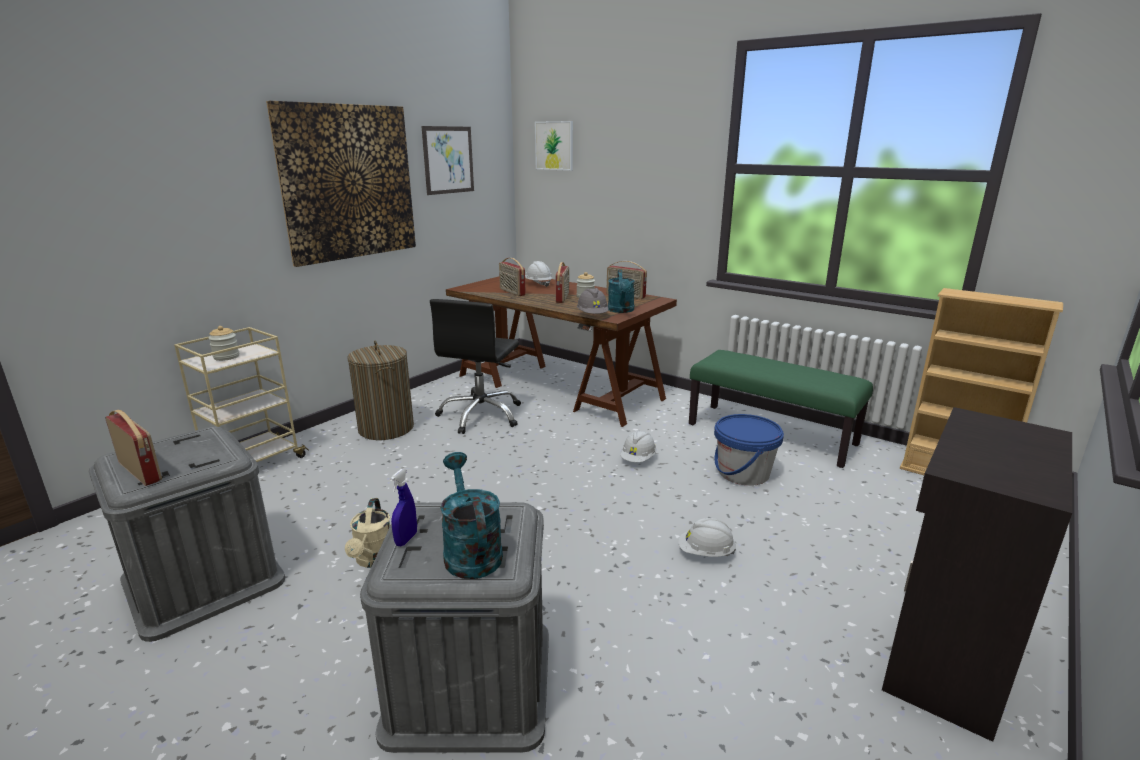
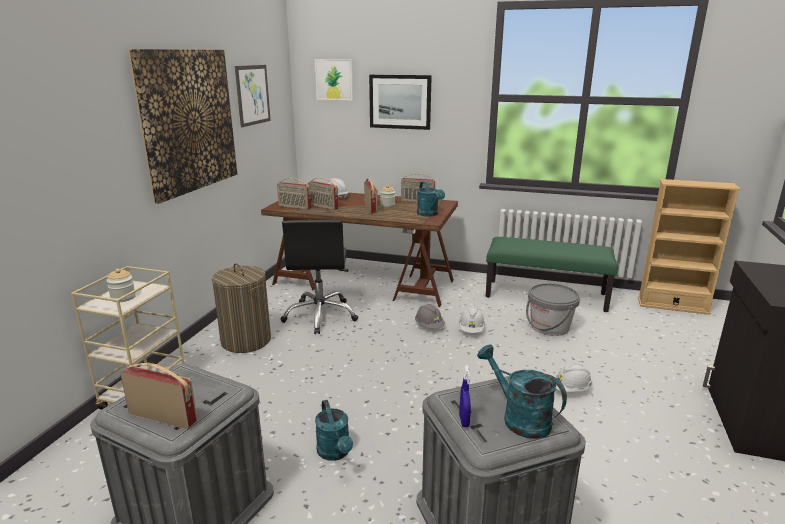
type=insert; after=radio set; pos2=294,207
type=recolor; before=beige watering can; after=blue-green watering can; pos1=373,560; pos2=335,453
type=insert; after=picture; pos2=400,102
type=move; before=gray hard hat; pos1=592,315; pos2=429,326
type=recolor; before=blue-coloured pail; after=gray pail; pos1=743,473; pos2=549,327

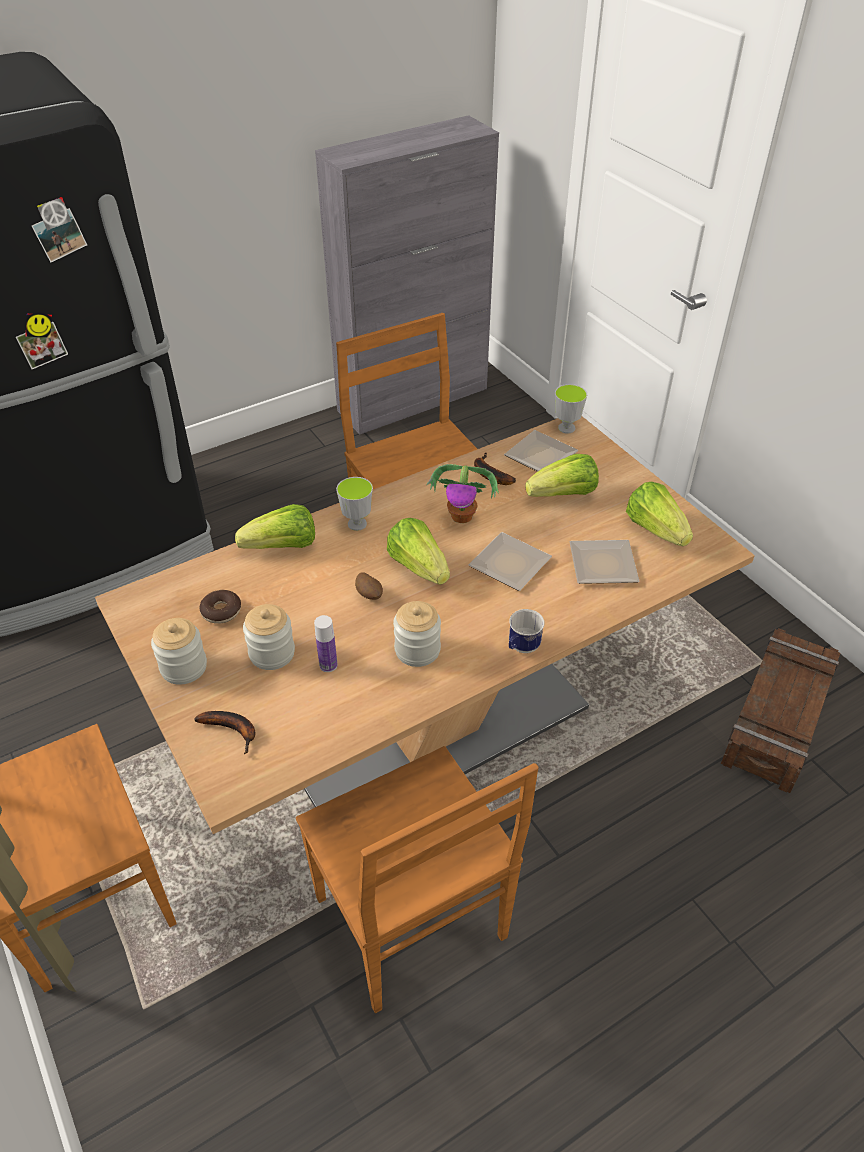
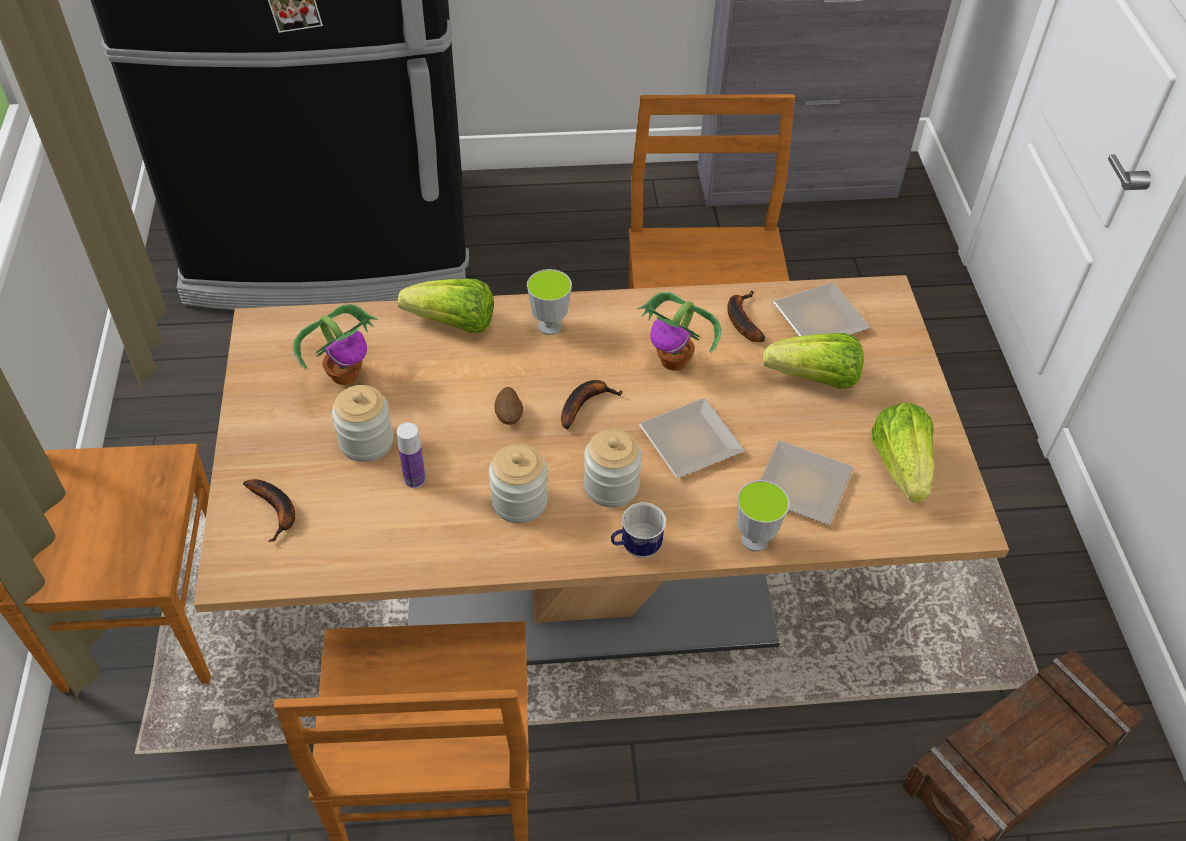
type=replace; before=donut; after=plant in a pot; pos1=221,611; pos2=345,374
type=replace; before=lettuce; after=whole banana; pos1=419,566; pos2=584,403
type=move; before=preserve jar; pos1=184,667; pos2=611,486
type=move; before=cup; pos1=566,428; pos2=754,540

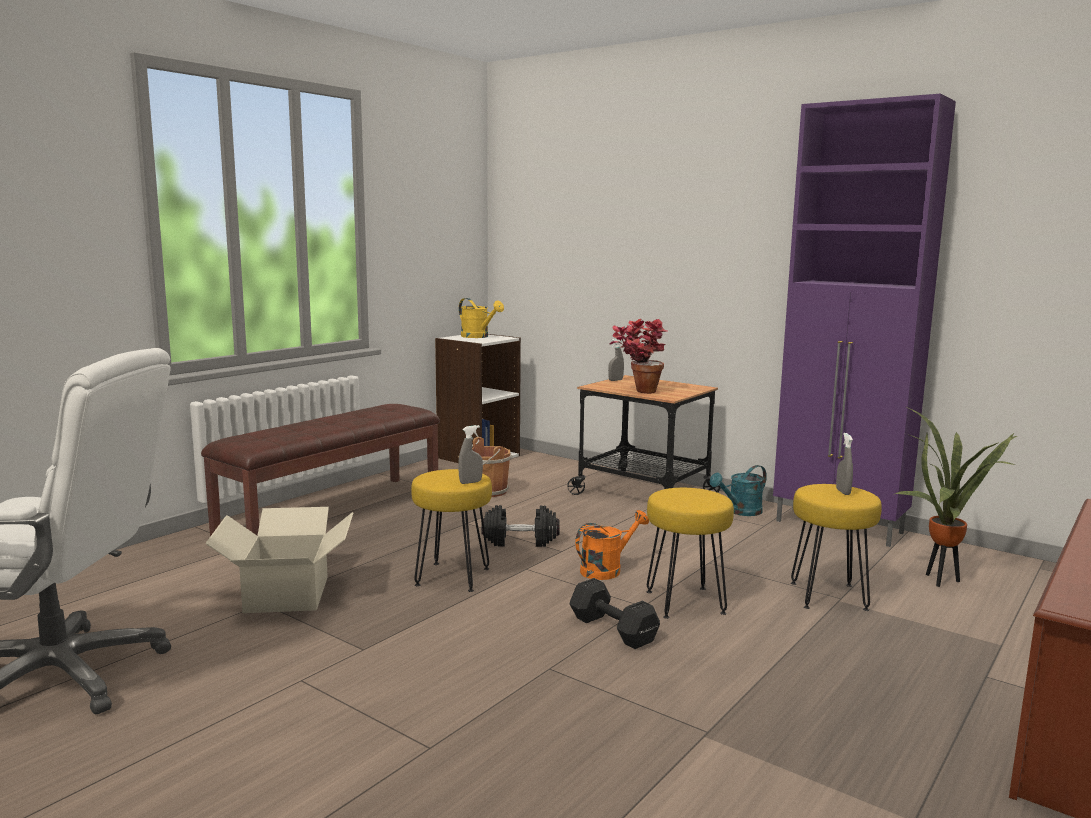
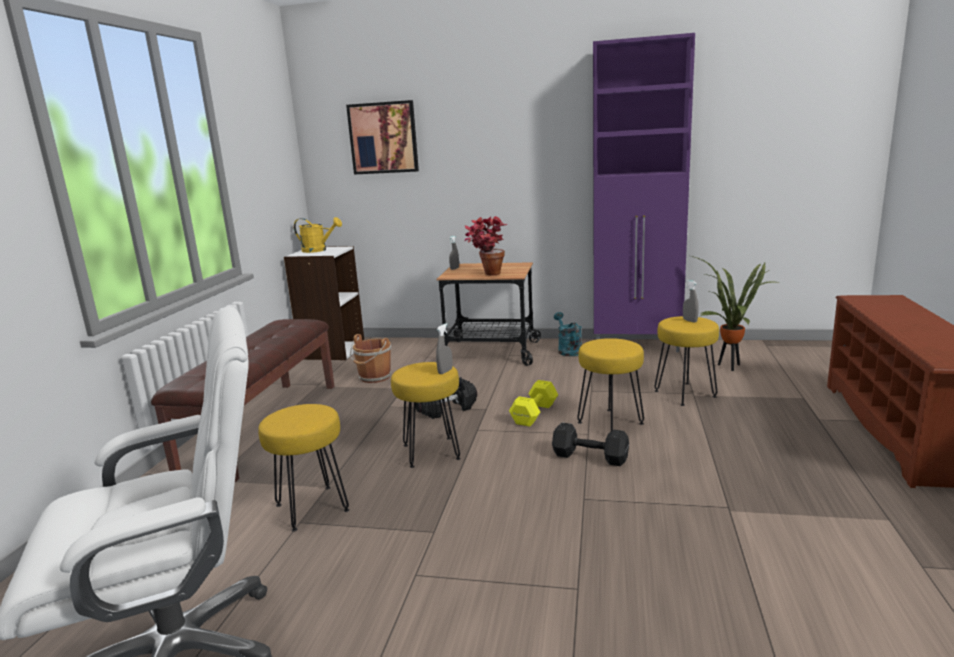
type=replace; before=cardboard box; after=yellow stool seat; pos1=288,594; pos2=312,507
type=insert; after=picture; pos2=383,138
type=replace; before=orangey watering can; after=yellow dumbbell; pos1=607,569; pos2=533,414
type=rotate; before=blue-green watering can; pos1=740,512; pos2=568,350; turn=135

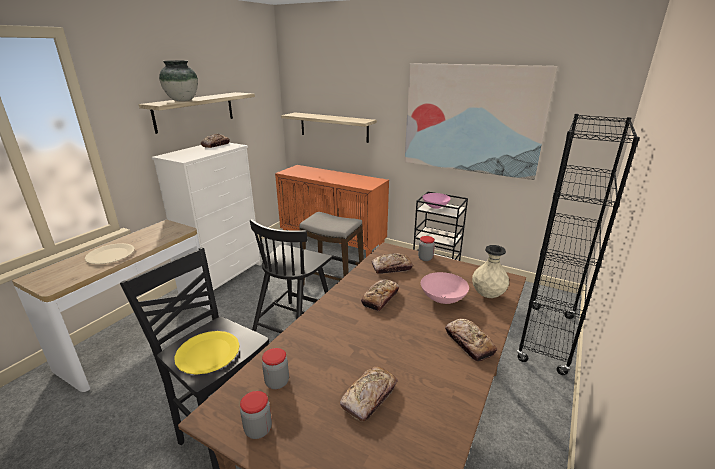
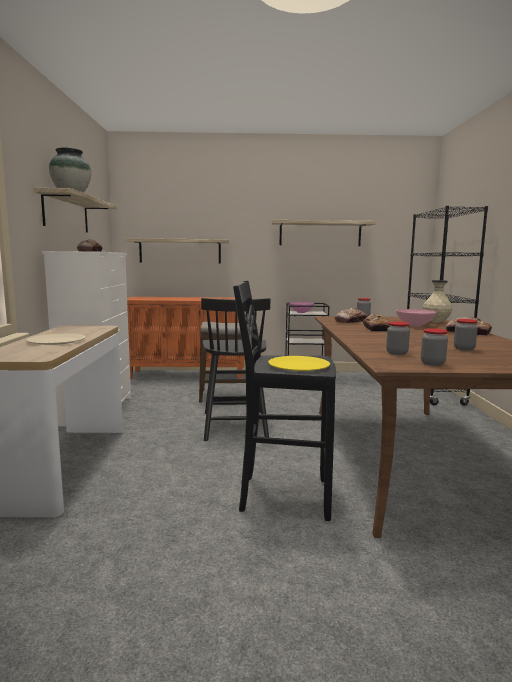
type=replace; before=picture; after=bracket shelf; pos1=471,119; pos2=320,234
type=replace; before=bread; after=preserve jar; pos1=369,397; pos2=464,349

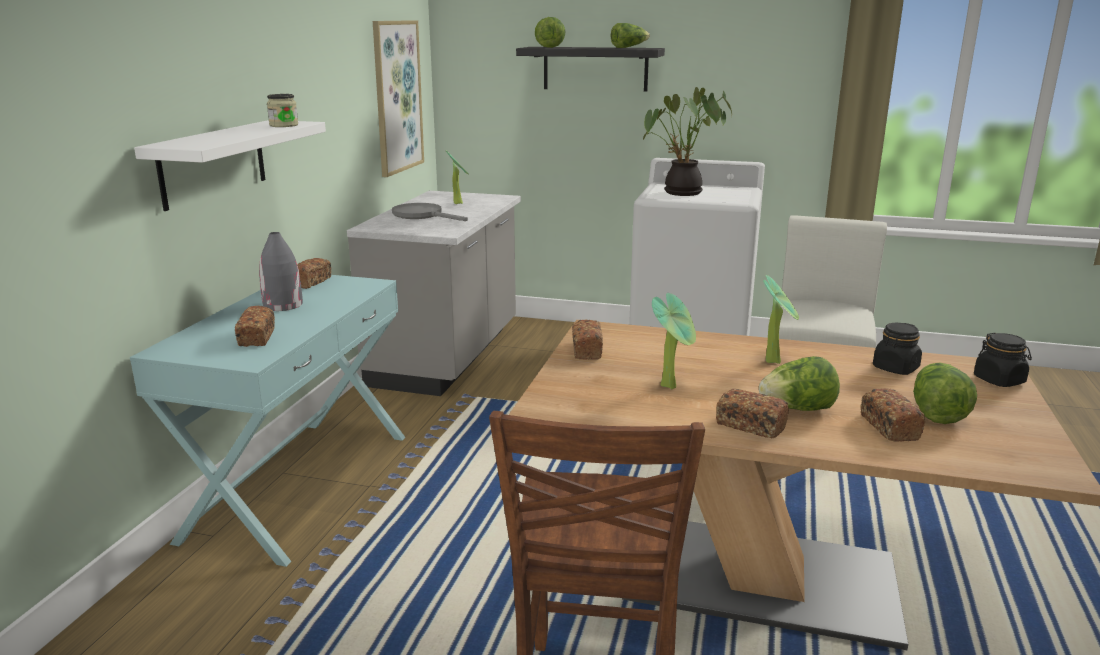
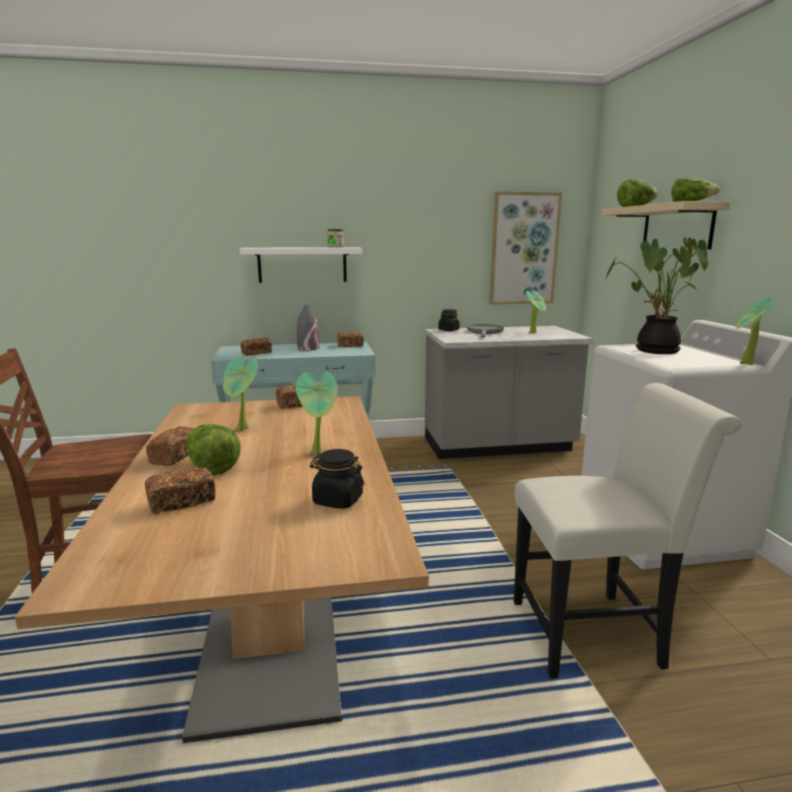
type=move; before=black-coloured preserve jar; pos1=999,380; pos2=448,330
type=recolor; before=black-coloured bracket shelf; after=beige bracket shelf; pos1=595,69; pos2=677,227
type=insert; after=plant in a pot; pos2=745,364
type=delete; before=lettuce; pos1=936,413

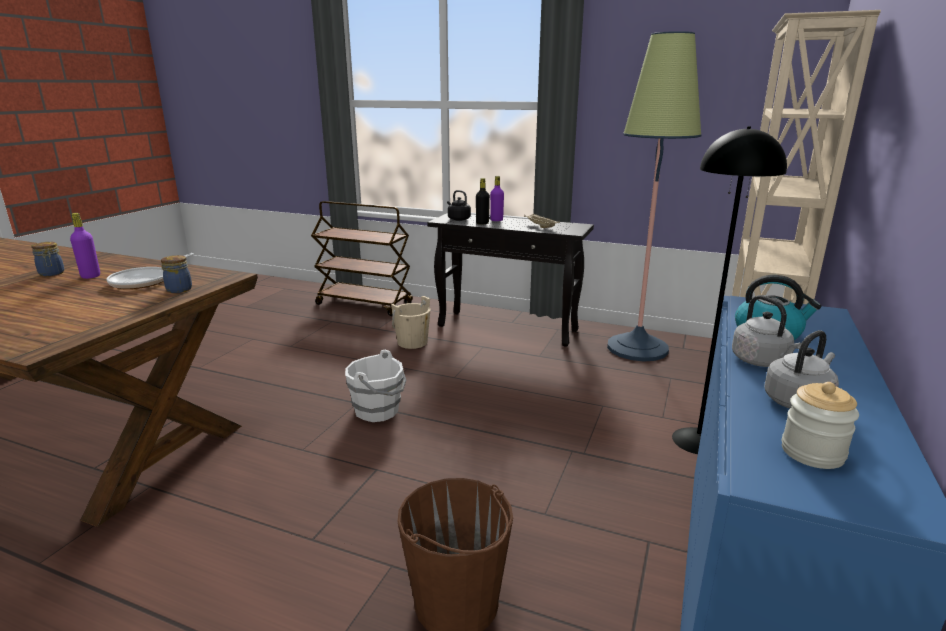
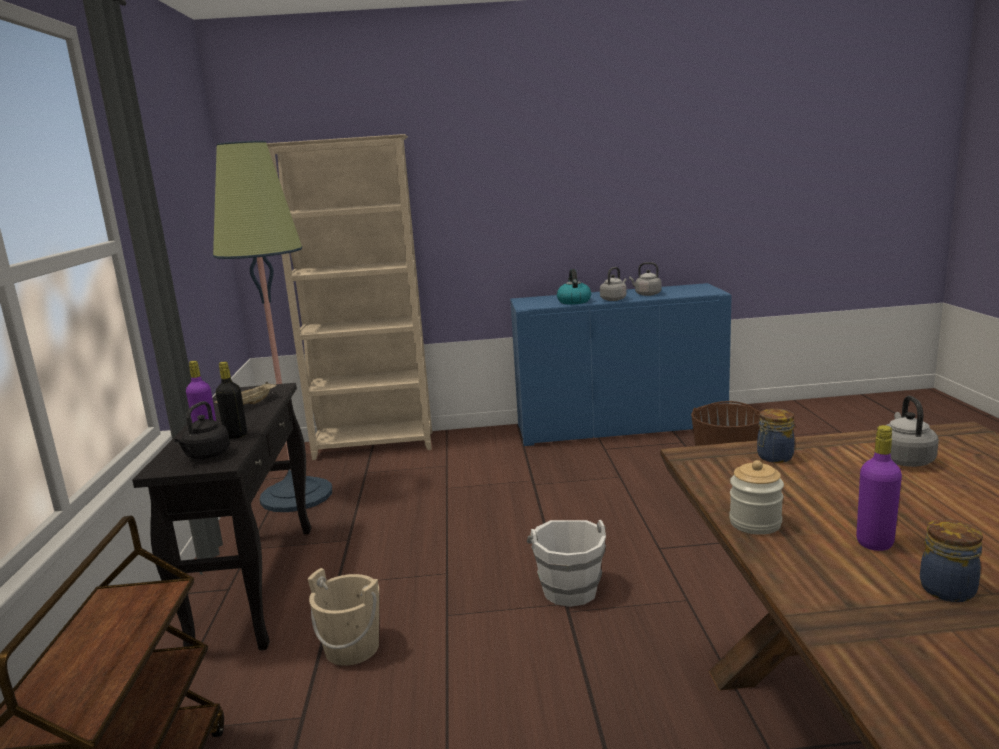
type=move; before=preserve jar; pos1=812,452; pos2=755,523
type=insert; after=gray kettle; pos2=904,459
type=delete; before=skillet; pos1=145,281
type=delete; before=black-coloured floor lamp; pos1=697,440

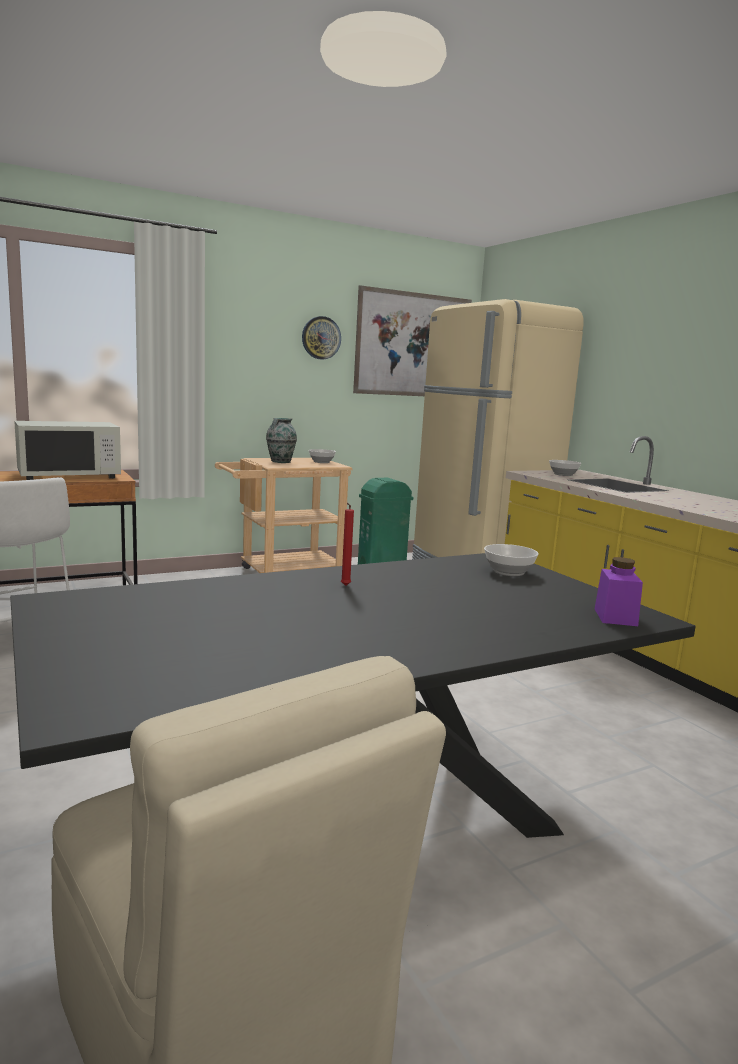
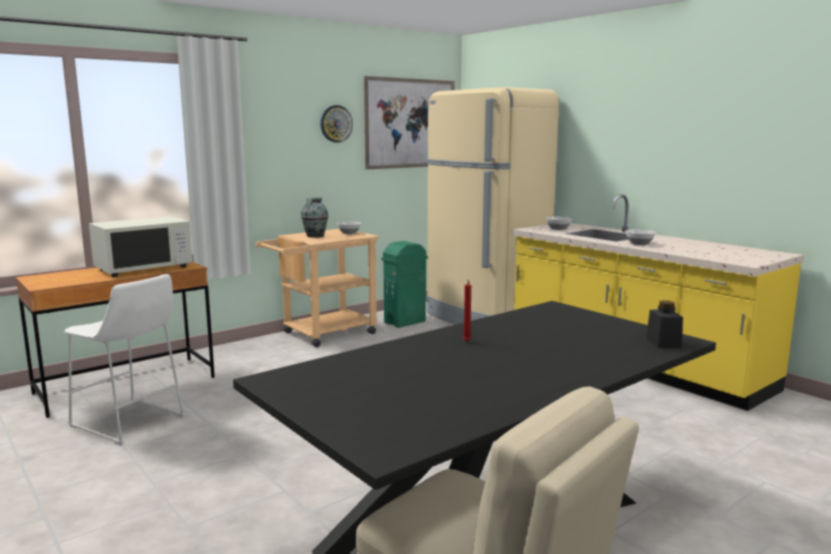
type=move; before=serving bowl; pos1=508,572; pos2=639,243
type=recolor; before=purple preserve jar; after=black-coloured preserve jar; pos1=615,617; pos2=663,343

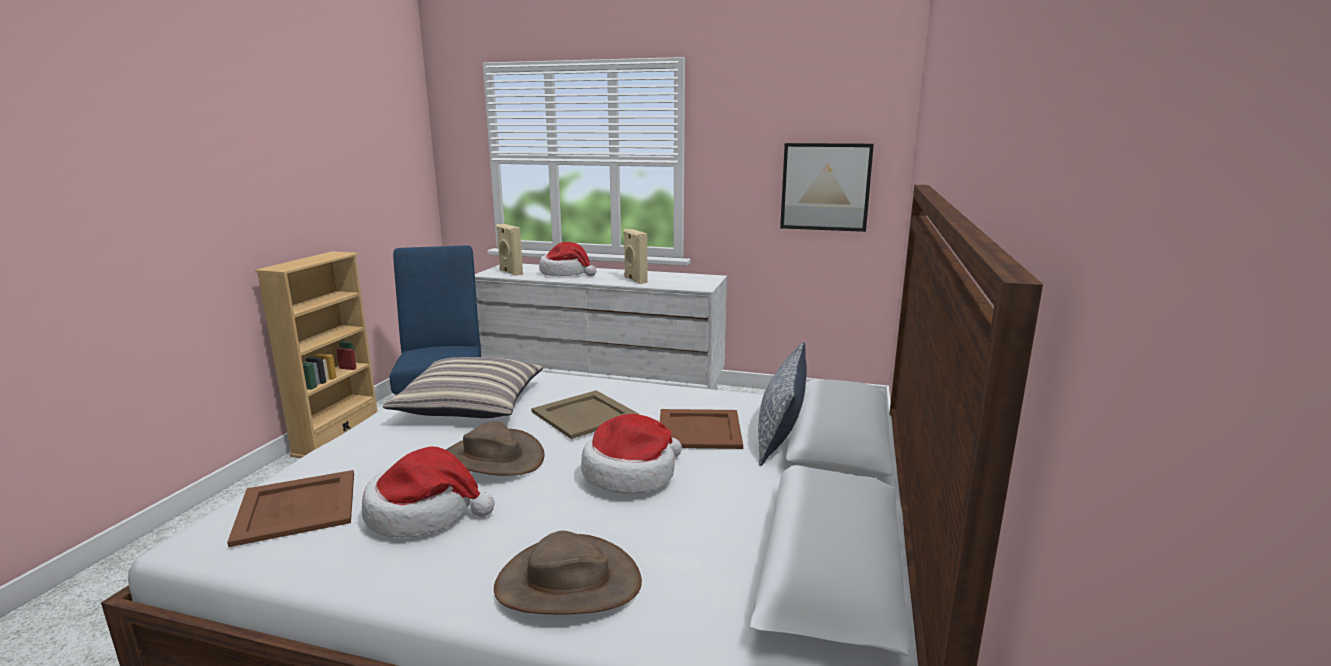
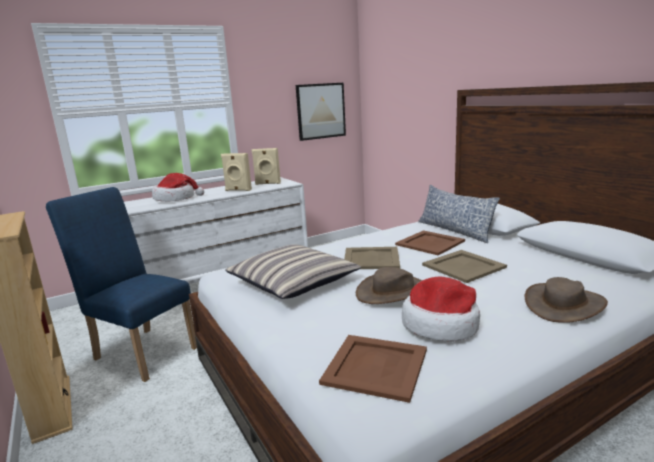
type=move; before=beige loudspeaker; pos1=510,272; pos2=268,183
type=replace; before=clothing hat; after=beige tray; pos1=631,473; pos2=462,266

